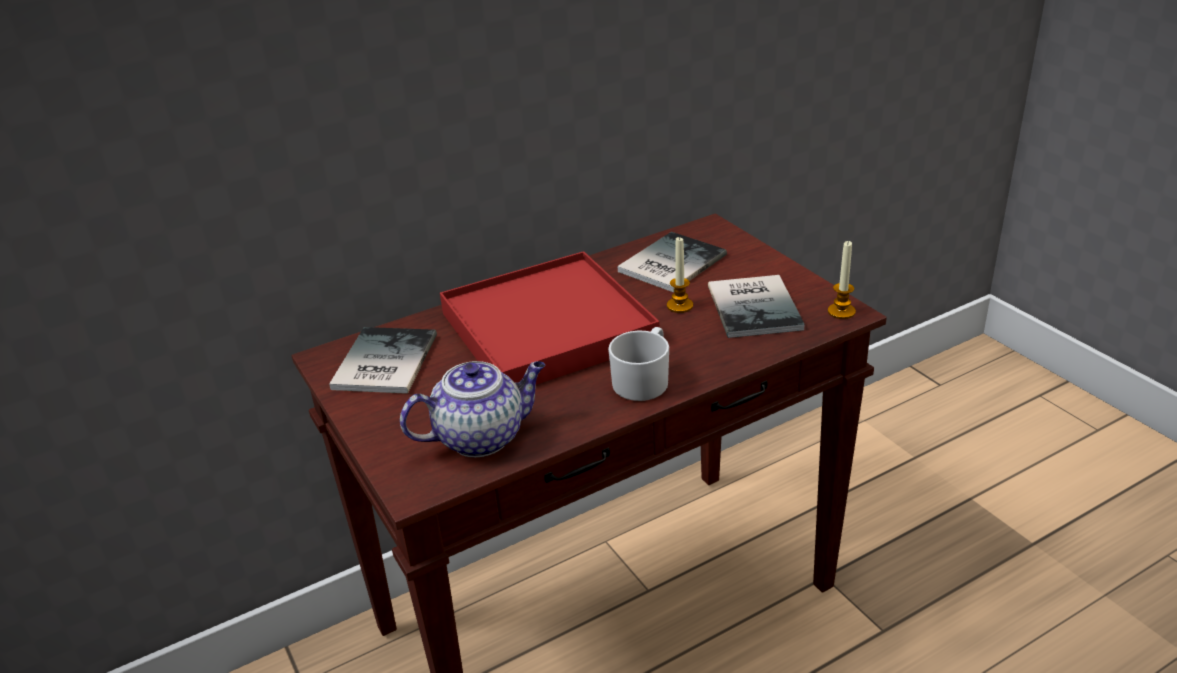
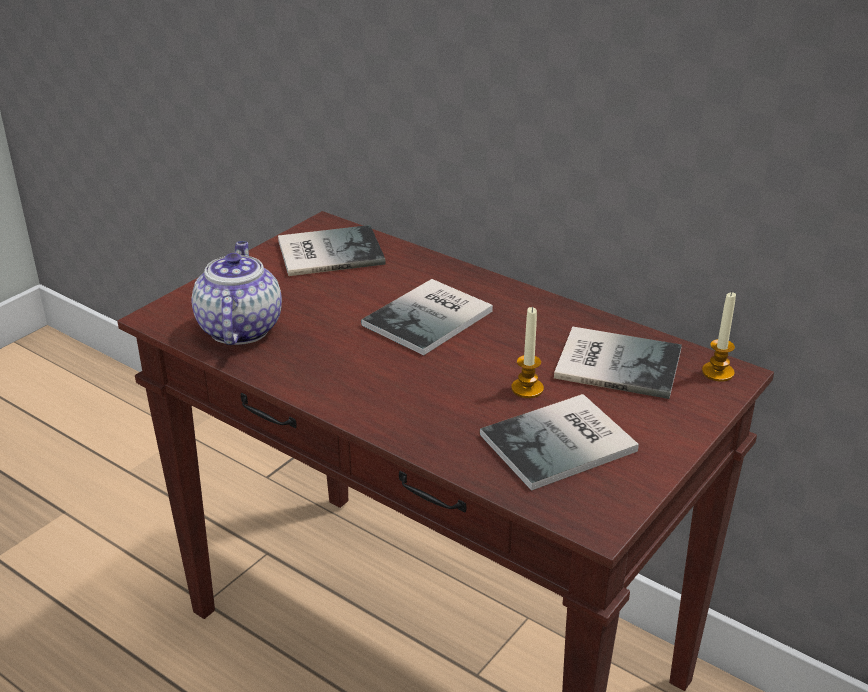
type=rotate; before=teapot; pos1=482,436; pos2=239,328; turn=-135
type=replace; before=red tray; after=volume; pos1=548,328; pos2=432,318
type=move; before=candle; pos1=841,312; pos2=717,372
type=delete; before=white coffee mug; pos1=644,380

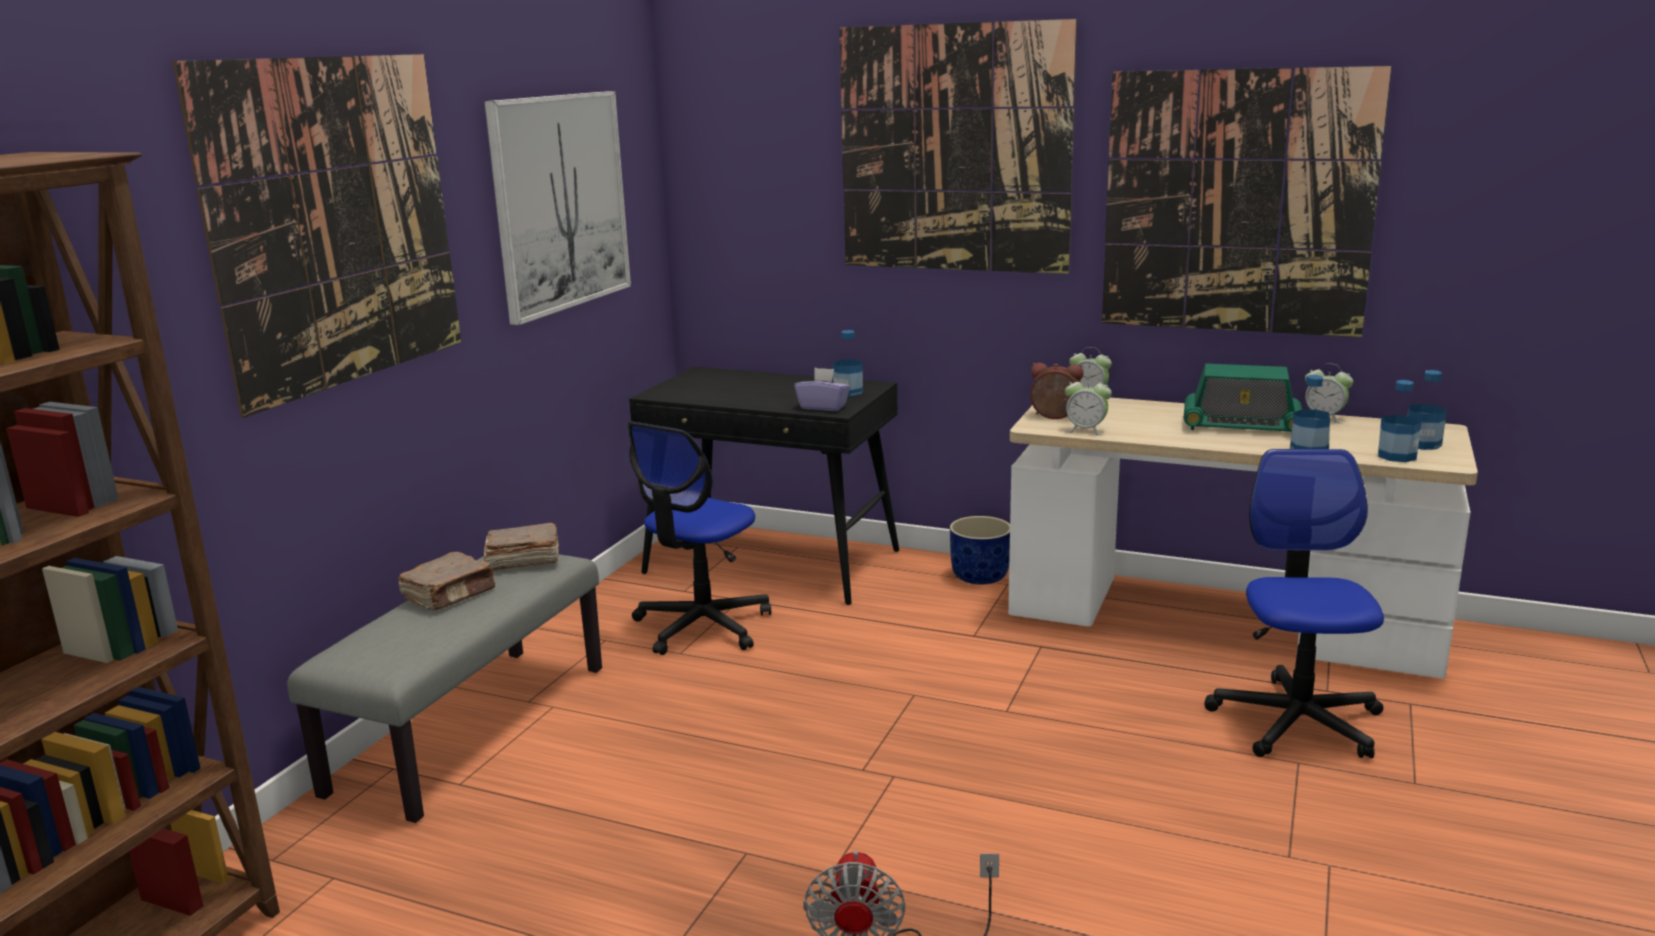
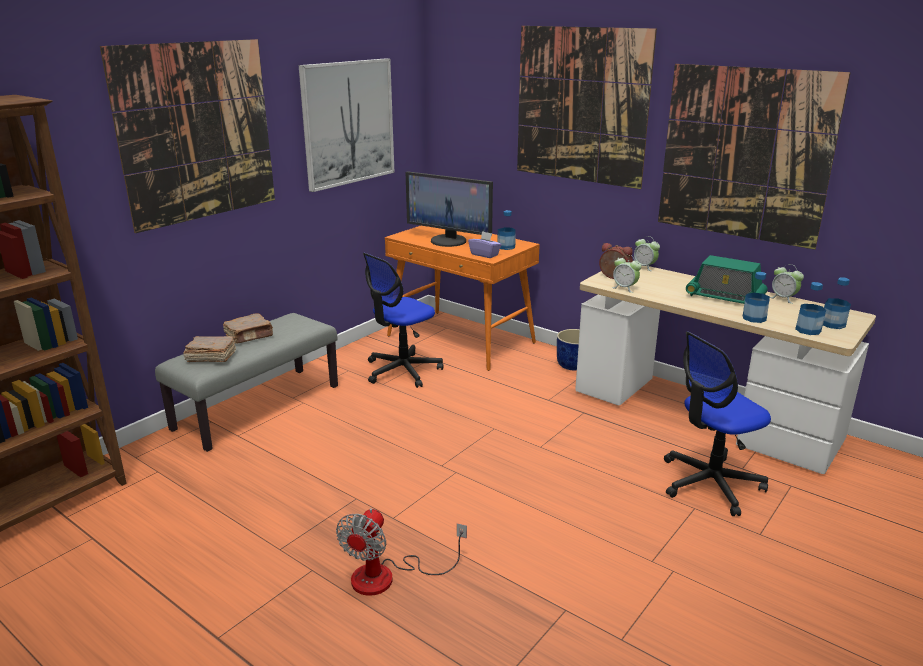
type=move; before=brown-coloured volume; pos1=522,560; pos2=211,357
type=recolor; before=black-coloured desk; after=orangey desk; pos1=773,562; pos2=461,339
type=insert; after=monitor; pos2=449,241
type=rotate; before=computer chair; pos1=1297,721; pos2=710,483; turn=-135

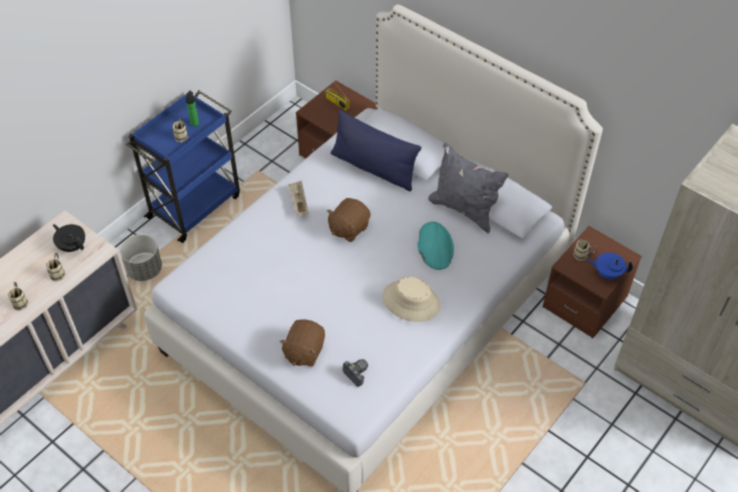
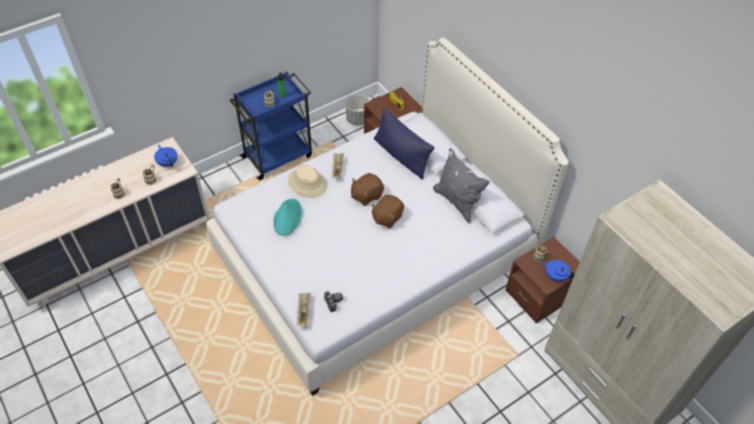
type=recolor; before=black-coloured teapot; after=blue-coloured teapot; pos1=72,246; pos2=168,163
type=move; before=blue-green clothing hat; pos1=435,246; pos2=287,217
type=move; before=beige clothing hat; pos1=411,301; pos2=307,183
type=insert; after=beige tray; pos2=303,312
type=move; before=gray planter; pos1=144,269; pos2=358,119
type=move; before=brown-coloured cuddly toy; pos1=304,351; pos2=387,217

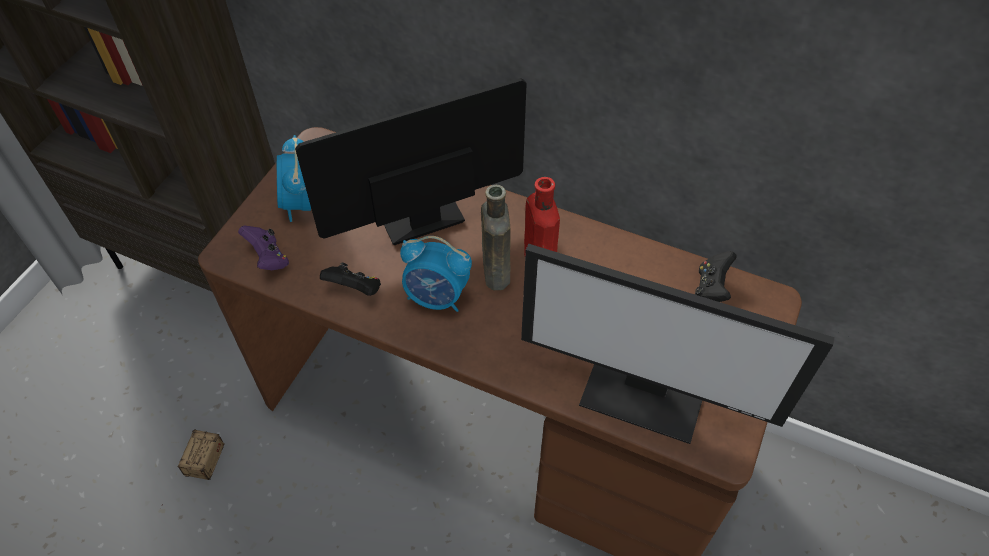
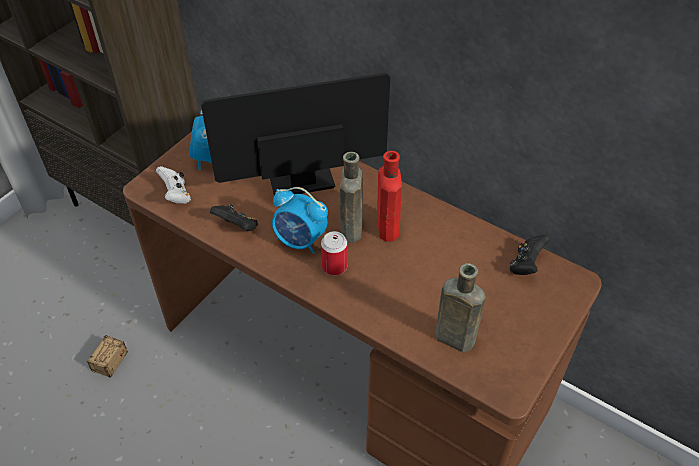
type=recolor; before=purple gamepad; after=white gamepad; pos1=268,258; pos2=176,195
type=insert; after=metal can; pos2=334,266
type=replace; before=monitor; after=brown-coloured drink bottle; pos1=645,393; pos2=451,337

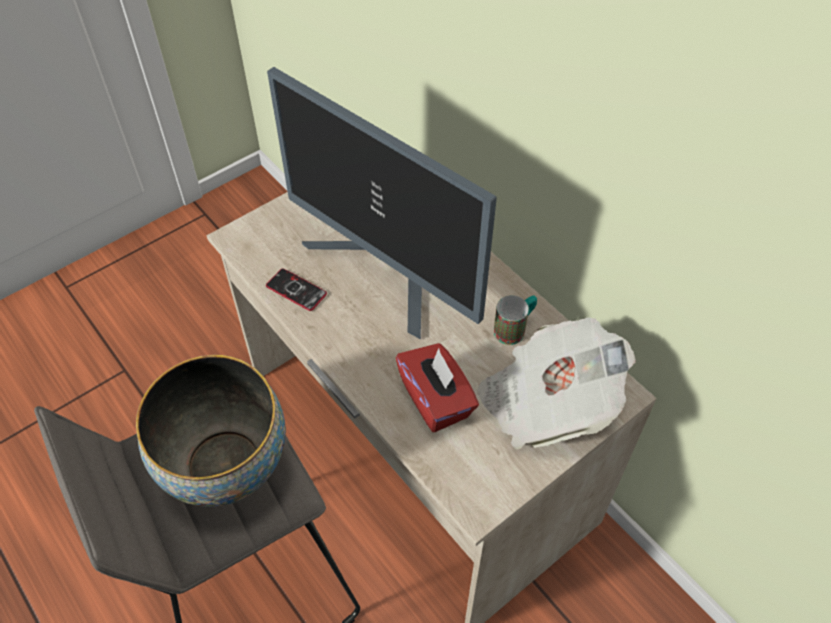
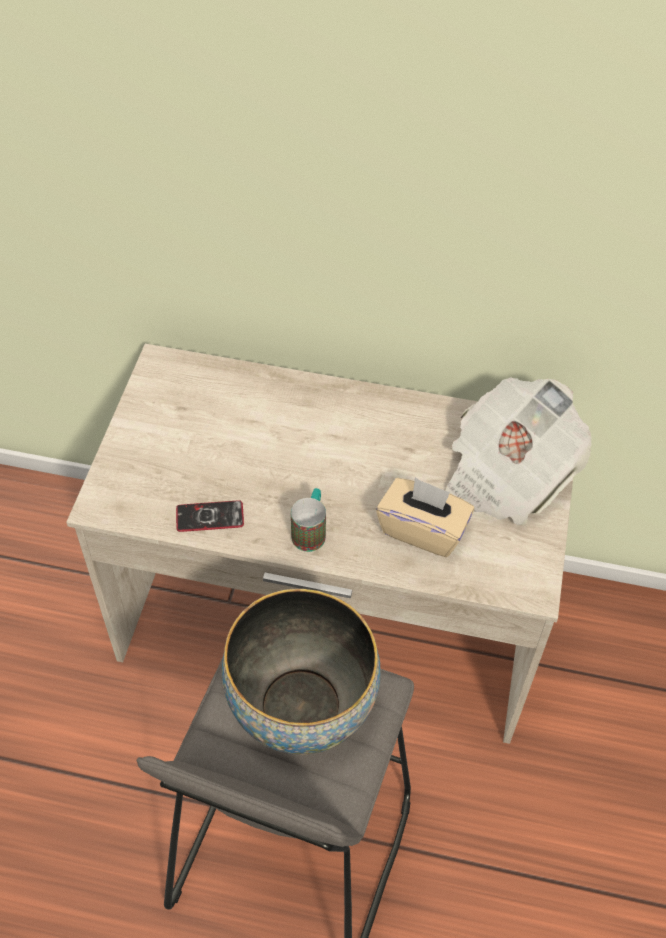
type=move; before=coffee mug; pos1=514,328; pos2=310,530
type=recolor; before=red box of tissues; after=beige box of tissues; pos1=436,400; pos2=423,530
type=delete; before=monitor; pos1=387,273

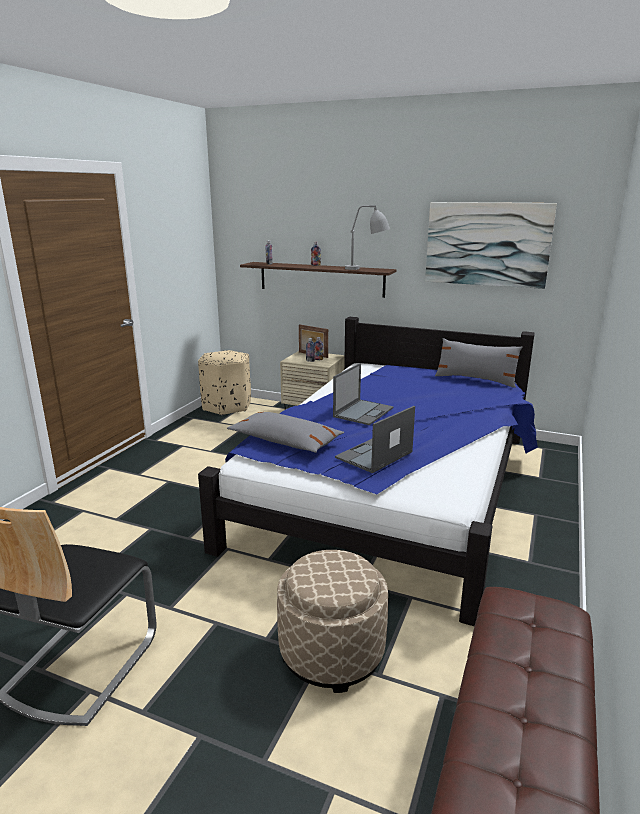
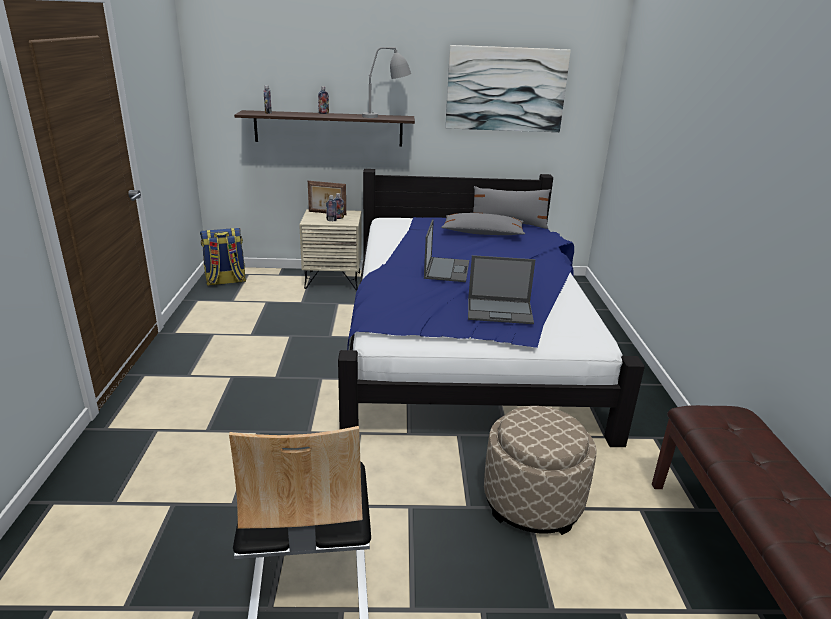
type=replace; before=beige pouffe; after=backpack; pos1=226,406; pos2=225,281
type=move; before=gray cushion; pos1=285,442; pos2=482,233
type=rotate; before=portable computer; pos1=373,455; pos2=500,311; turn=-105

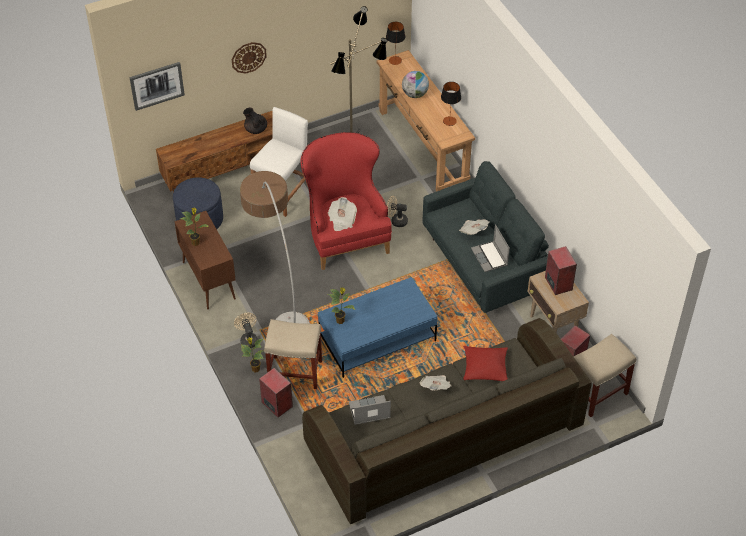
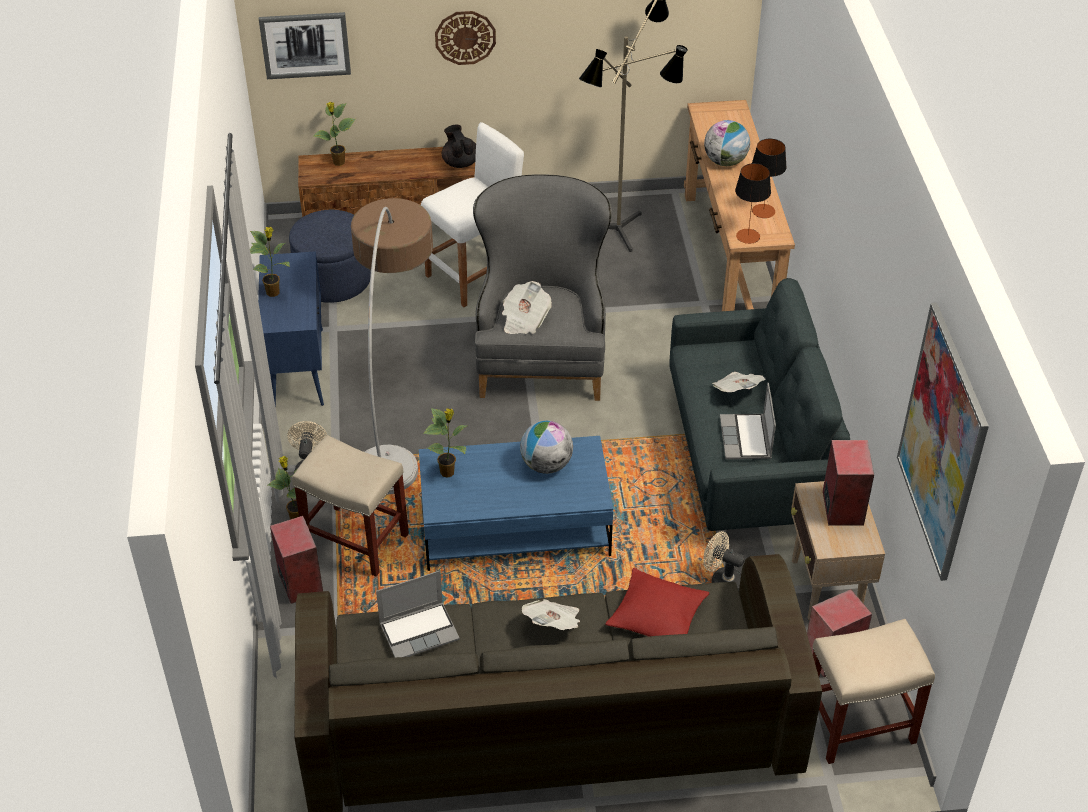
type=recolor; before=brown-coloured cupboard; after=blue-coloured cupboard; pos1=208,280; pos2=298,367
type=insert; after=plant in a pot; pos2=338,162
type=rotate; before=portable computer; pos1=369,411; pos2=420,631; turn=150
type=recolor; before=red lounge chair; after=gray lounge chair; pos1=345,236; pos2=542,358
type=insert; after=world globe; pos2=546,465
type=move; before=beige cooling fan; pos1=396,221; pos2=721,581
type=move; before=lamp for a table; pos1=395,60; pos2=748,236
type=insert; after=picture; pos2=942,442

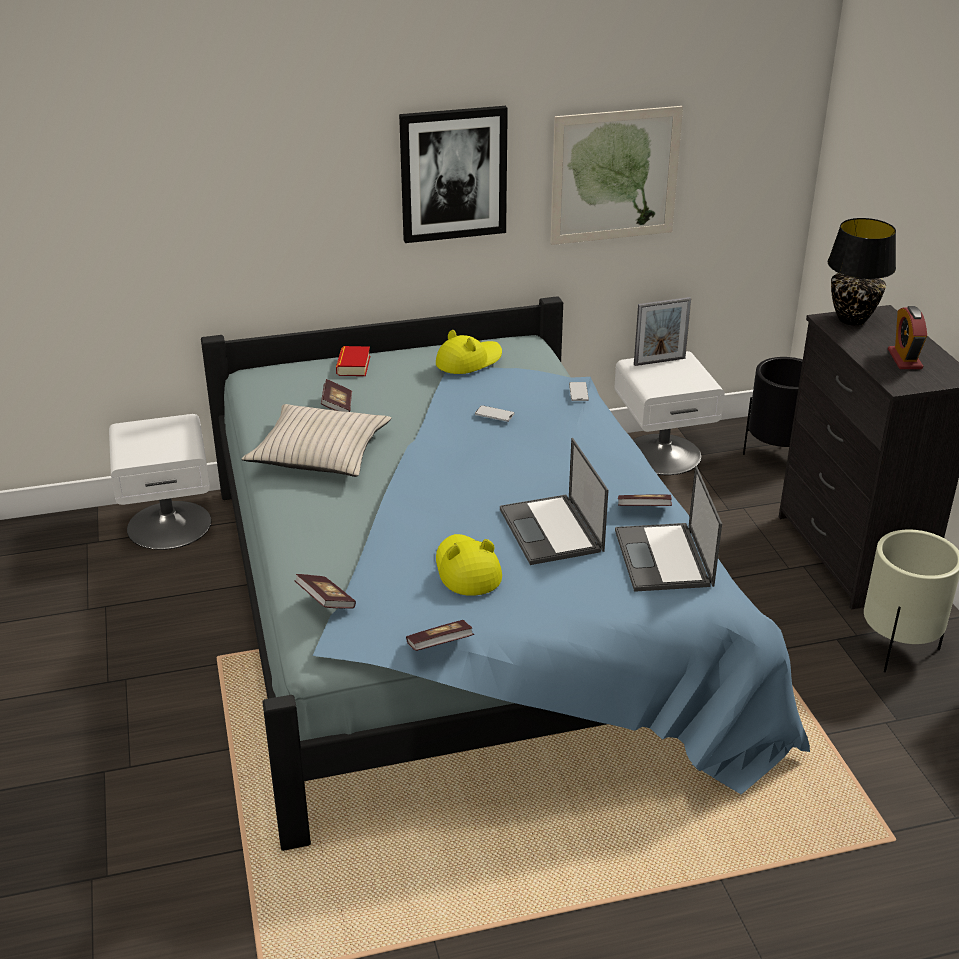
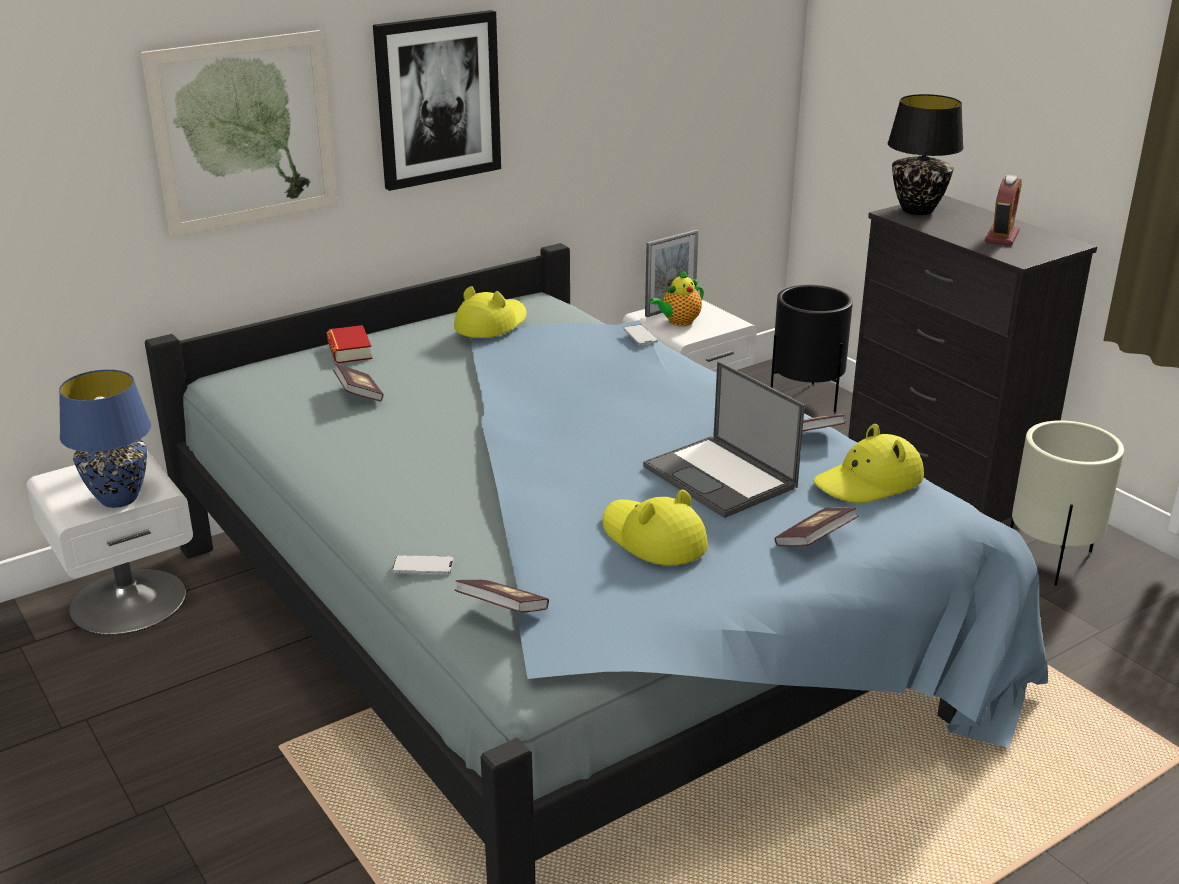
type=insert; after=blue-coloured lamp for a table; pos2=120,498
type=move; before=picture; pos1=615,175; pos2=244,133
type=move; before=phone; pos1=494,414; pos2=423,566
type=insert; after=teapot; pos2=678,322
type=move; before=volume; pos1=439,646; pos2=814,541
type=replace; before=portable computer; after=yellow clothing hat; pos1=664,559; pos2=869,482
type=rotate; before=bedside clock; pos1=904,359; pos2=1002,236; turn=-135
type=delete; before=beige cushion; pos1=319,453

